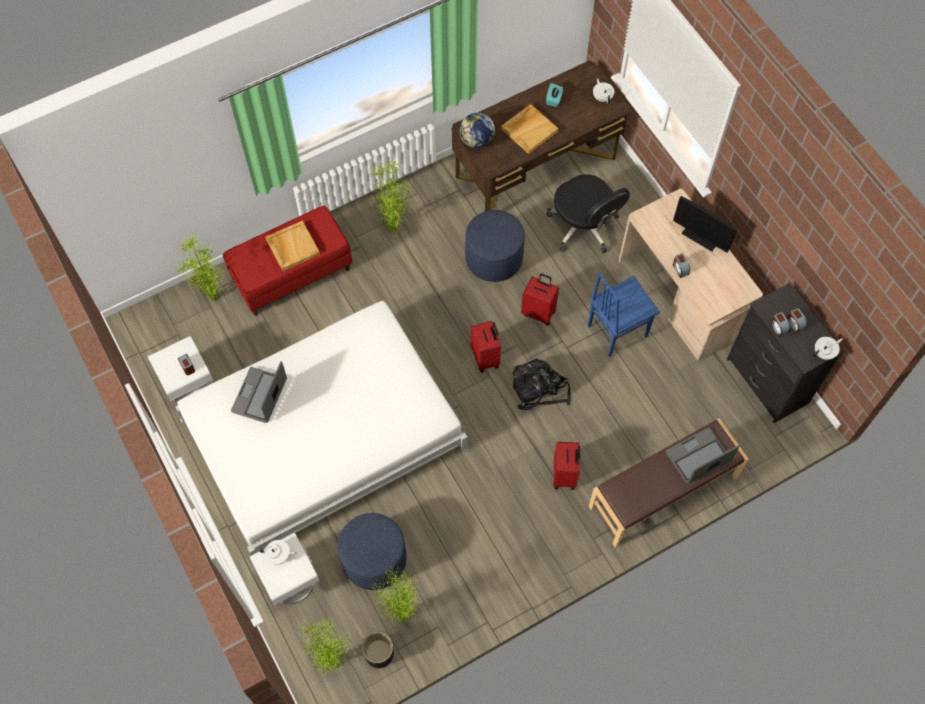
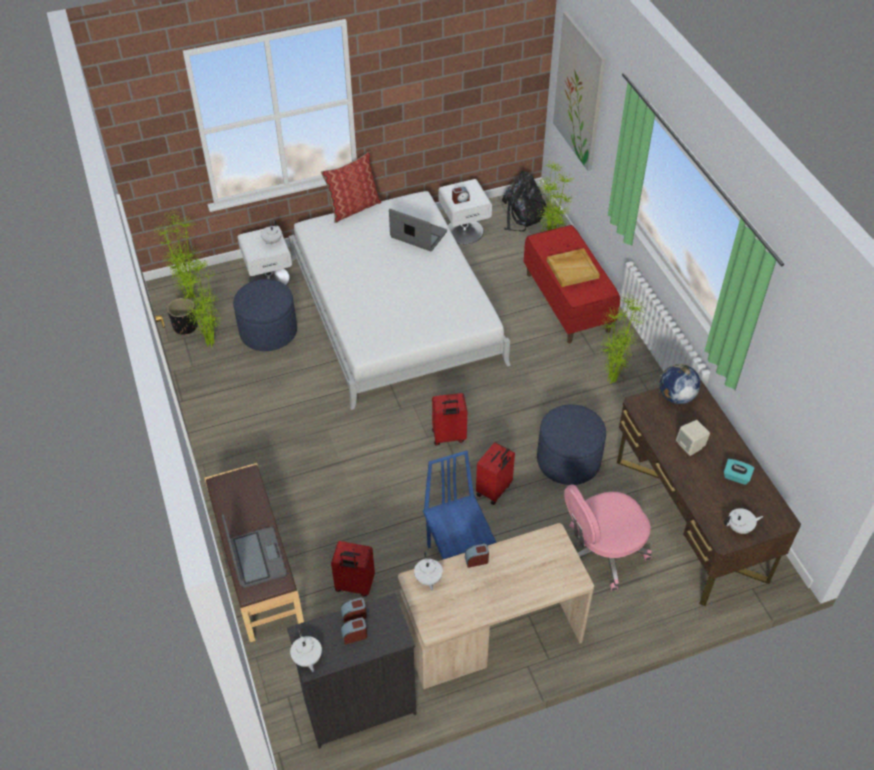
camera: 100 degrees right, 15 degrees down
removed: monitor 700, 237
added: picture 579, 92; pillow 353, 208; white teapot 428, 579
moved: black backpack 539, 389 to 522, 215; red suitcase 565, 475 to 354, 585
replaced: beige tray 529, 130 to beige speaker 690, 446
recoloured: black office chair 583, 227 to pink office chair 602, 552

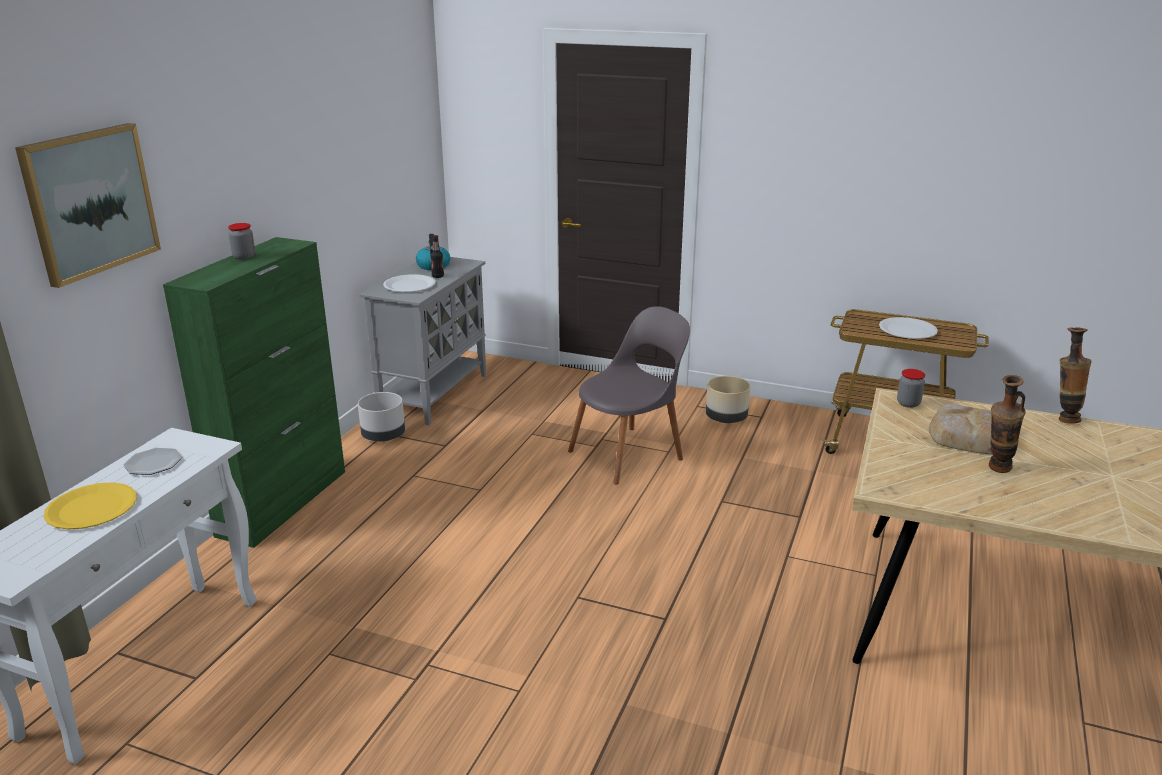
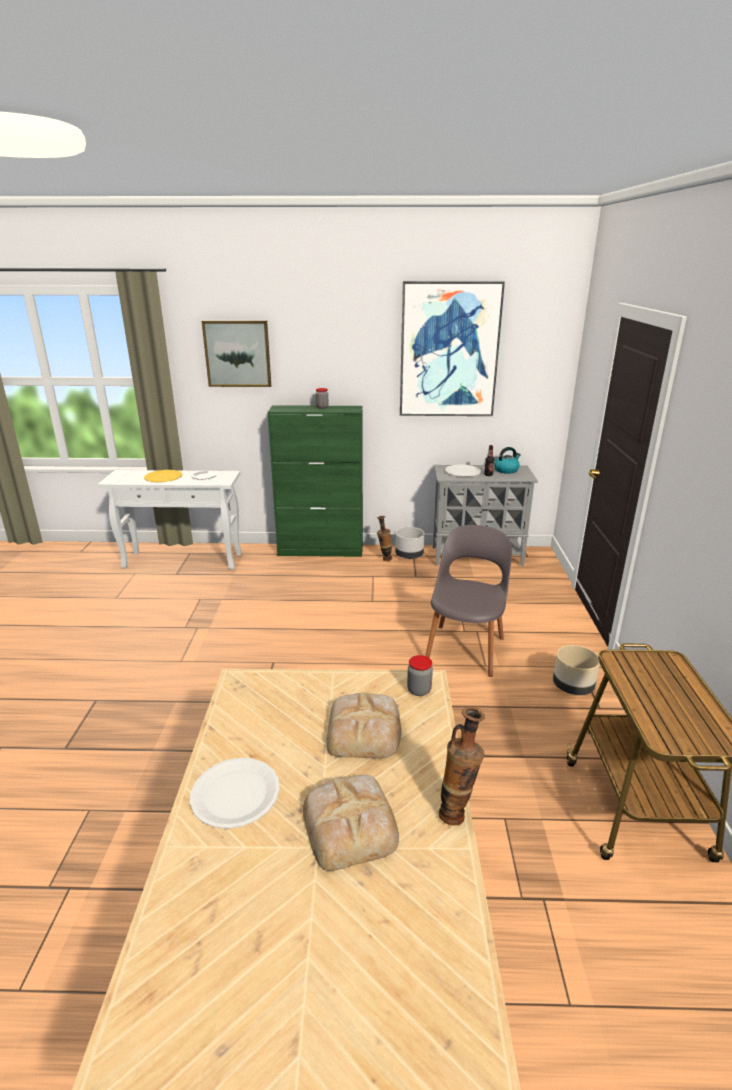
camera: 70 degrees right, 0 degrees up
added: picture 449, 350; bread 350, 824
moved: white plate 907, 330 to 235, 794; vase 996, 470 to 384, 559
turned: grey chair 629, 453 = 465, 647 105 degrees counterclockwise

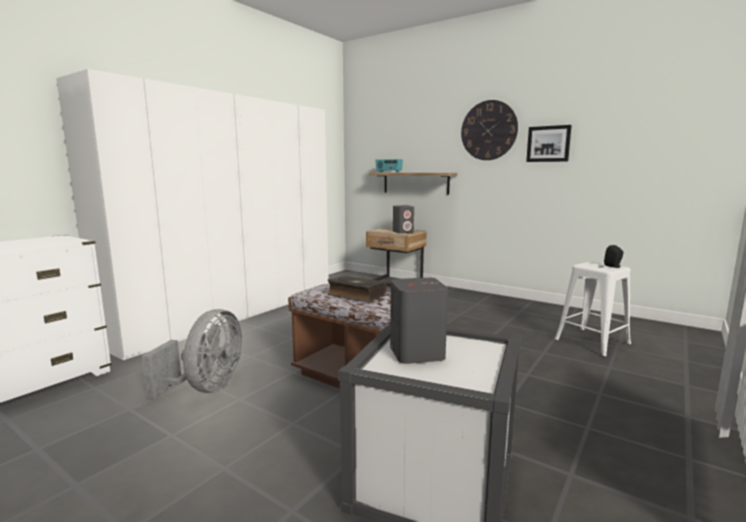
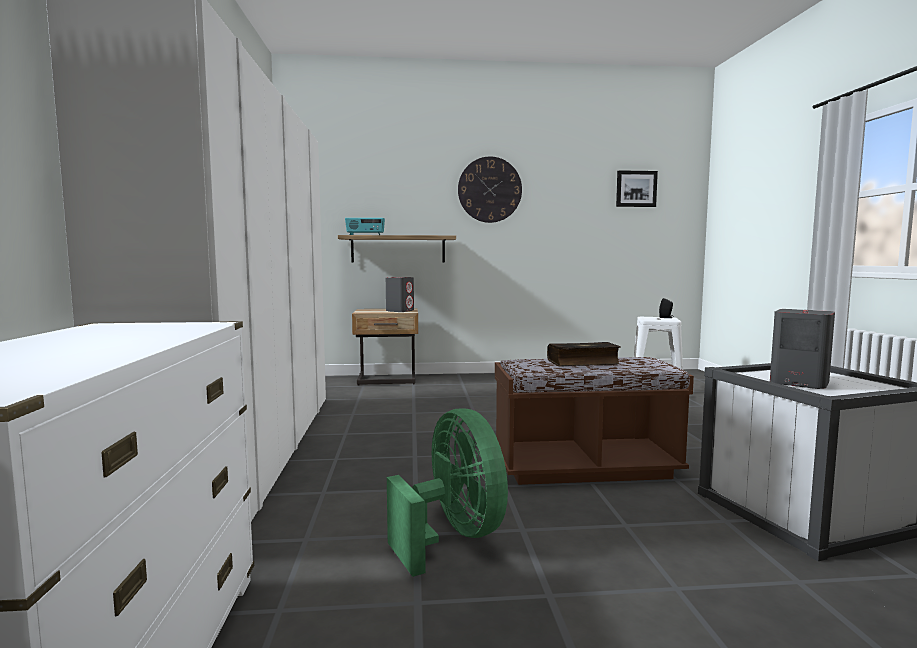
camera: 40 degrees left, 5 degrees down
moved: picture 548, 144 to 636, 189
recoloured: grey fan 206, 388 to green fan 453, 536

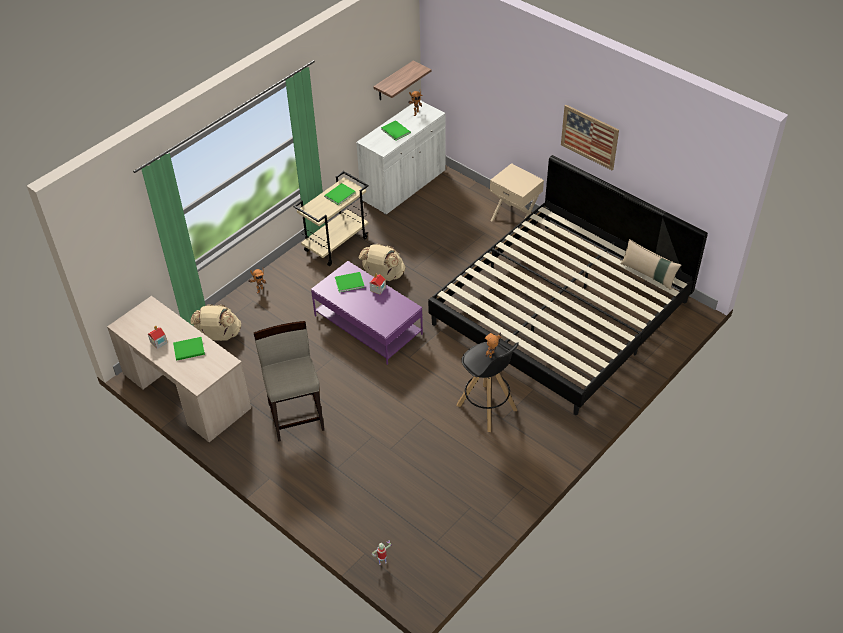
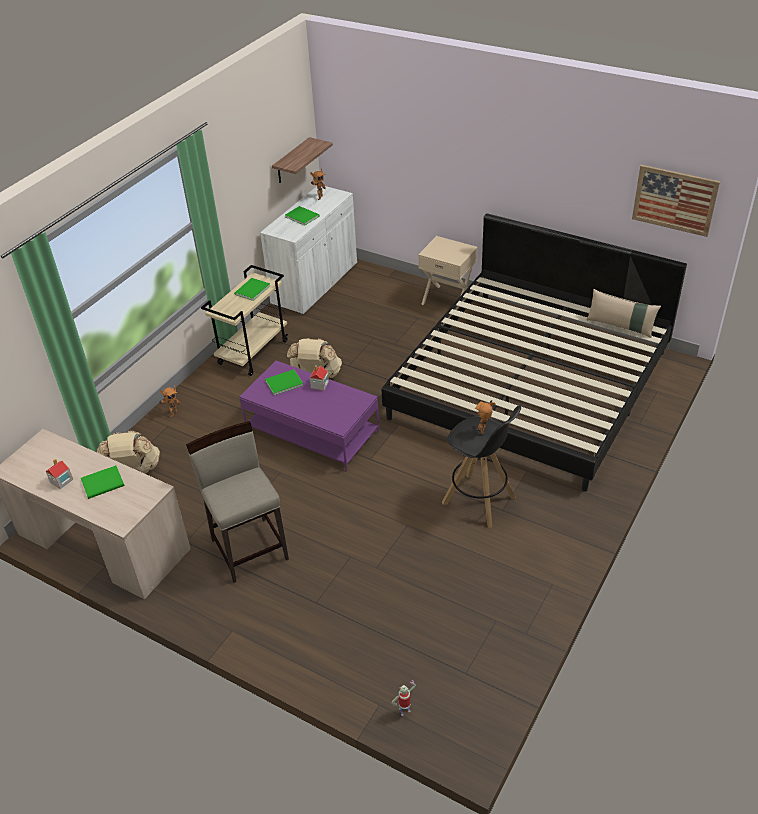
camera: 10 degrees left, 5 degrees down
moved: picture 589, 137 to 674, 200

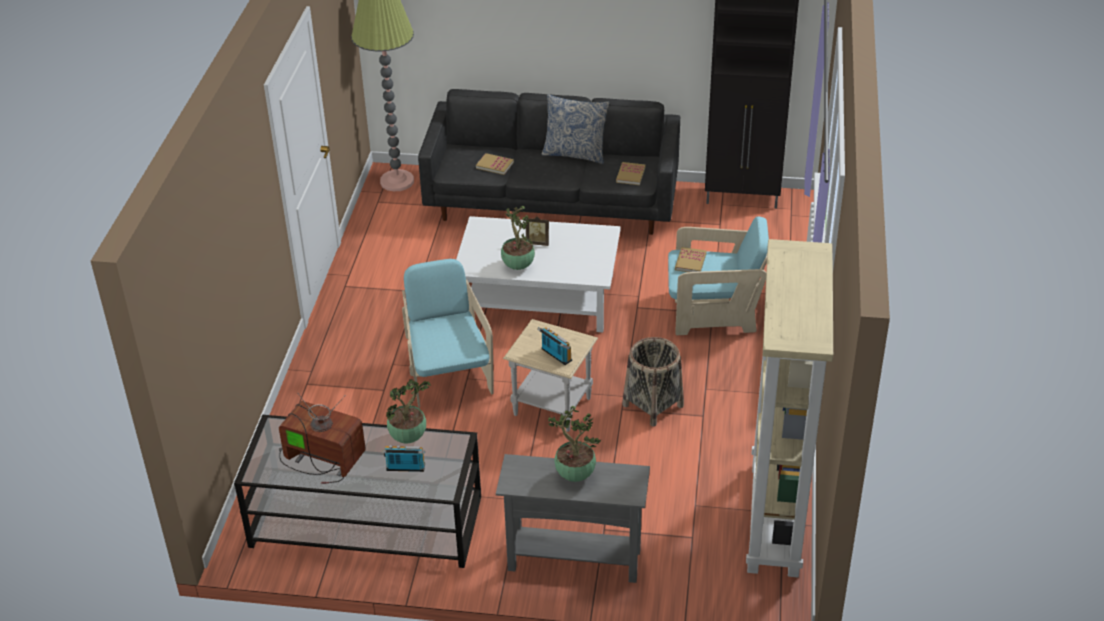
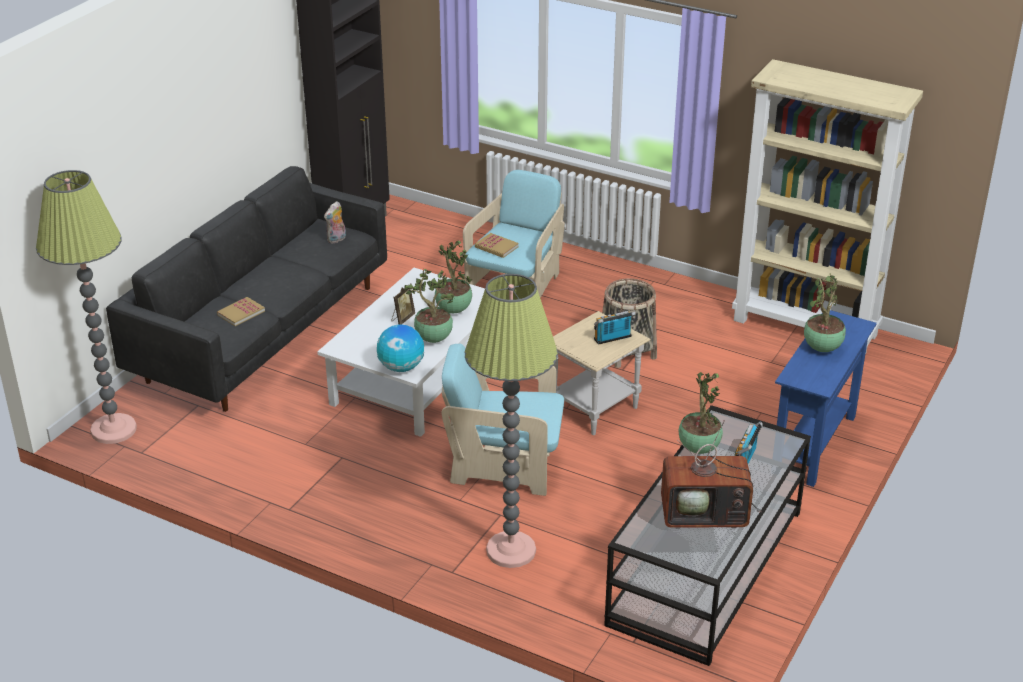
camera: 70 degrees left, 5 degrees down
removed: pillow 575, 154
added: potted plant 453, 309; floor lamp 511, 550; globe 401, 367
replaced: book 630, 175 to plush toy 337, 239
recoloured: grey console table 574, 560 to blue console table 814, 444
turned: television 321, 460 = 706, 514 135 degrees counterclockwise

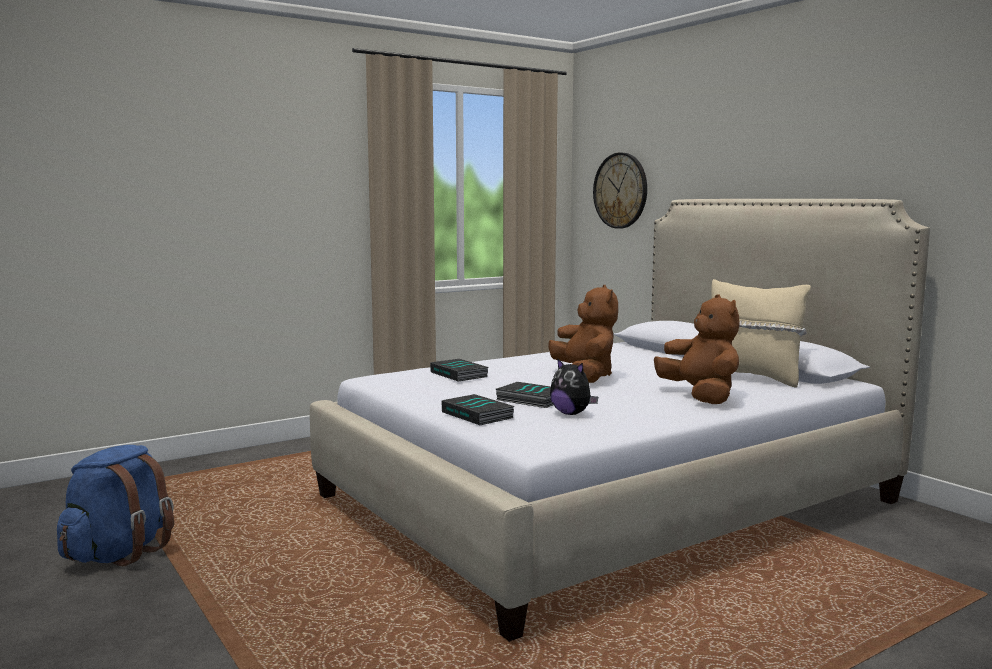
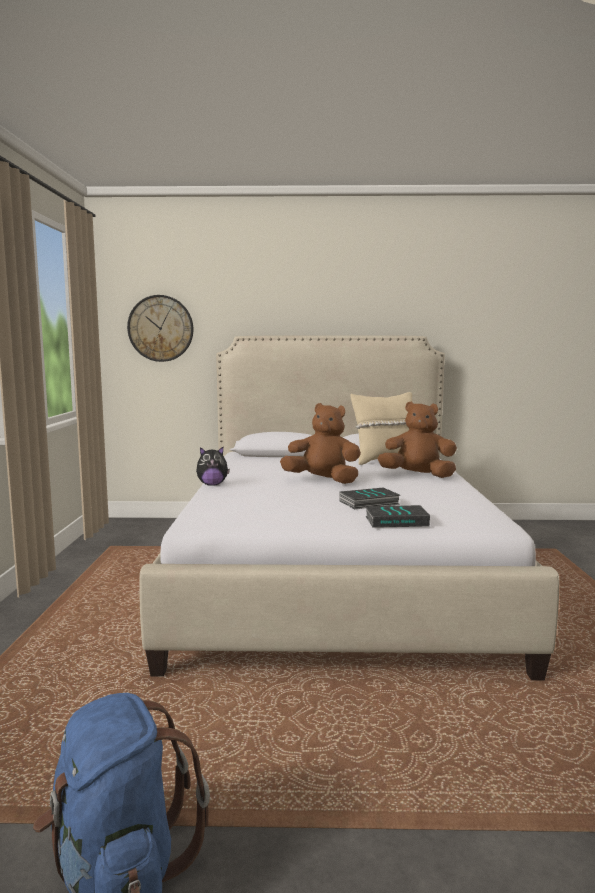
camera: 55 degrees left, 0 degrees up
removed: book 460, 374
moved: plush toy 571, 414 to 212, 485

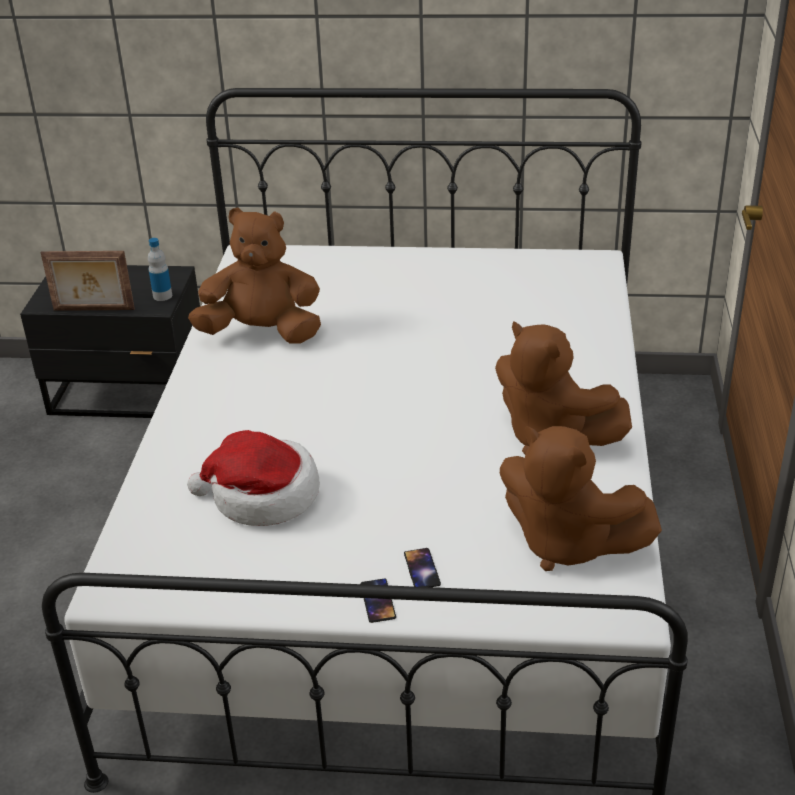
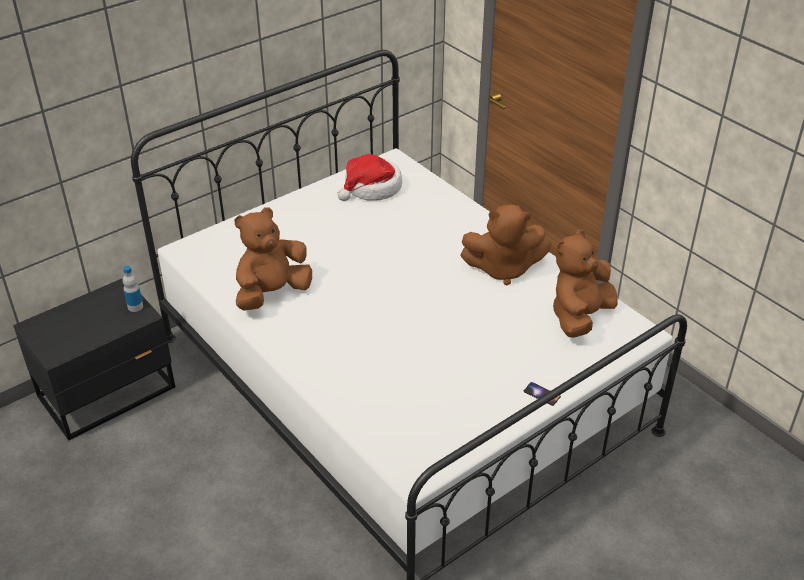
camera: 45 degrees left, 5 degrees up
removed: picture frame 93, 310; phone 421, 569
moved: hat 262, 496 to 371, 188
turned: brown plush toy 567, 543 = 579, 316 135 degrees clockwise

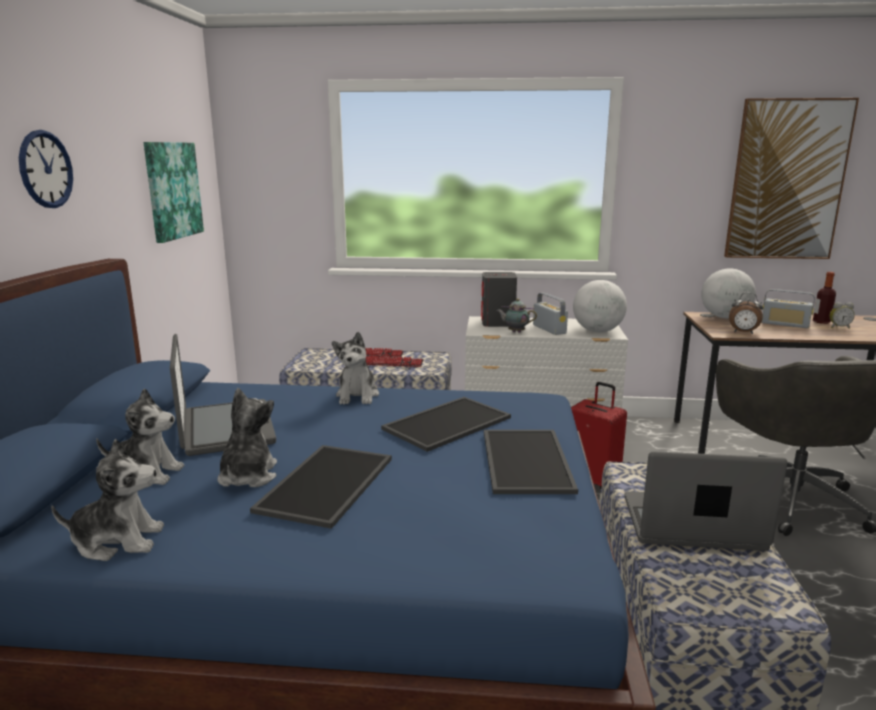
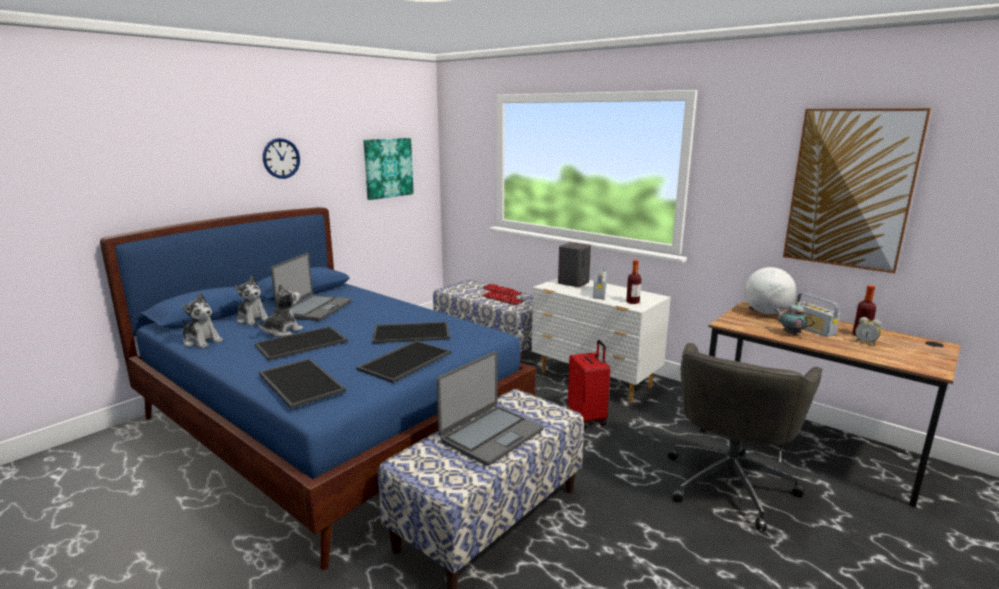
camera: 35 degrees right, 0 degrees up
removed: alarm clock 743, 332; plush toy 357, 396
added: tray 299, 383
moved: teapot 515, 332 to 790, 333
replaced: globe 597, 331 to bottle 632, 302
turned: laptop 692, 525 = 491, 435 90 degrees clockwise

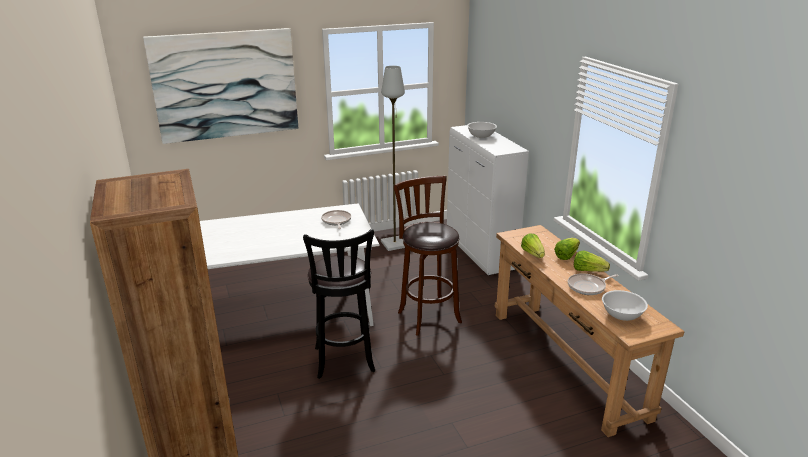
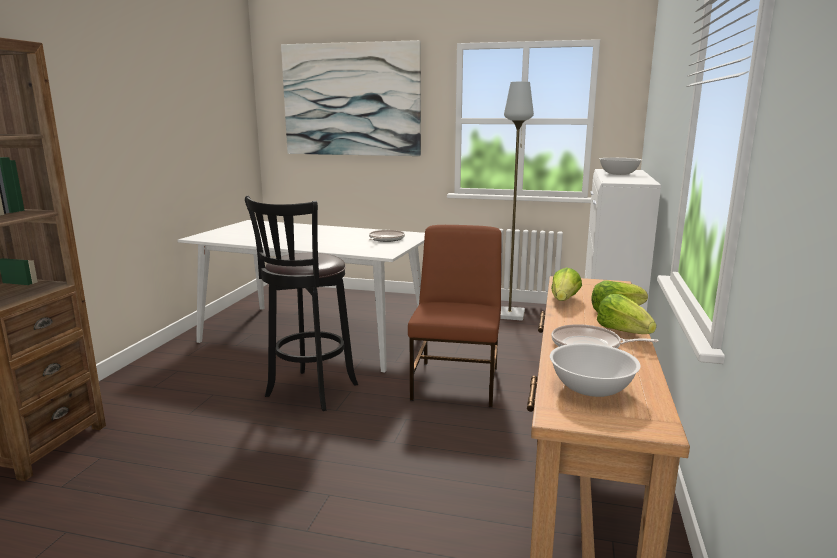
camera: 35 degrees right, 10 degrees down
replaced: brown stool 427, 315 to brown chair 457, 382

